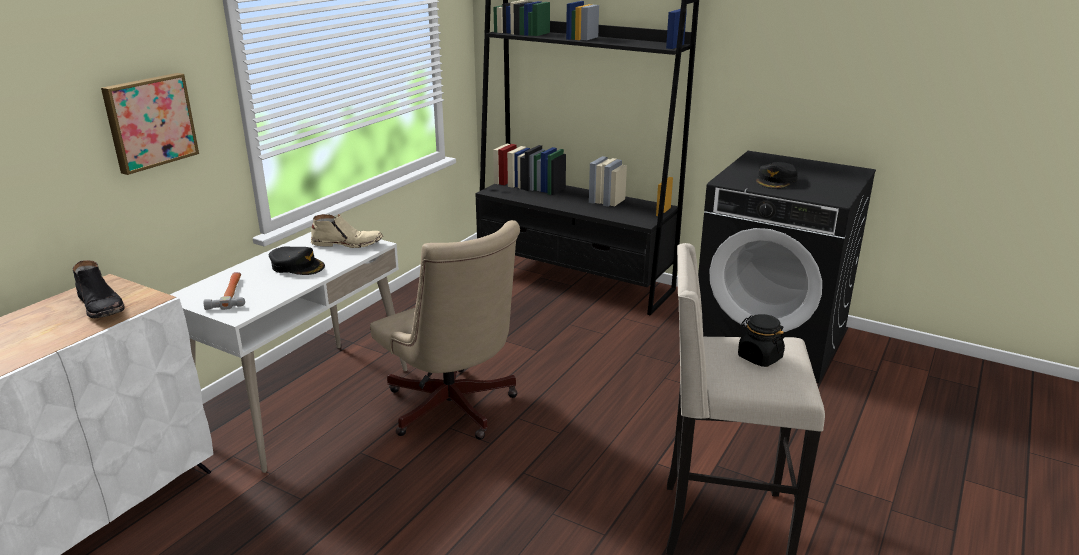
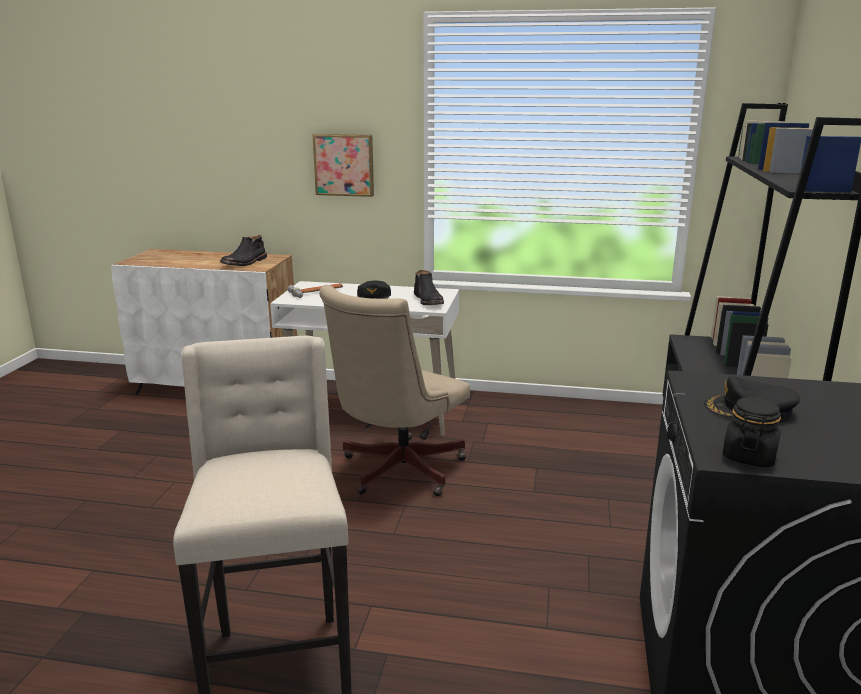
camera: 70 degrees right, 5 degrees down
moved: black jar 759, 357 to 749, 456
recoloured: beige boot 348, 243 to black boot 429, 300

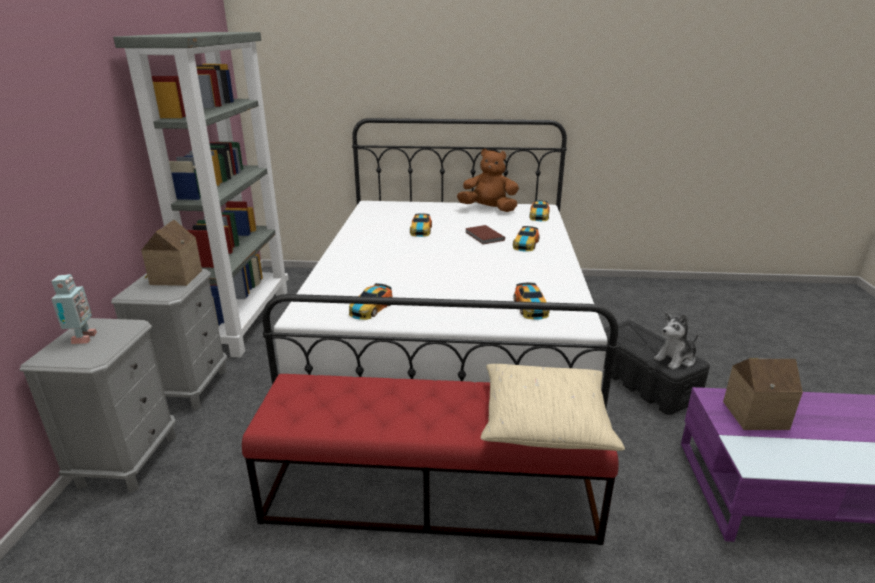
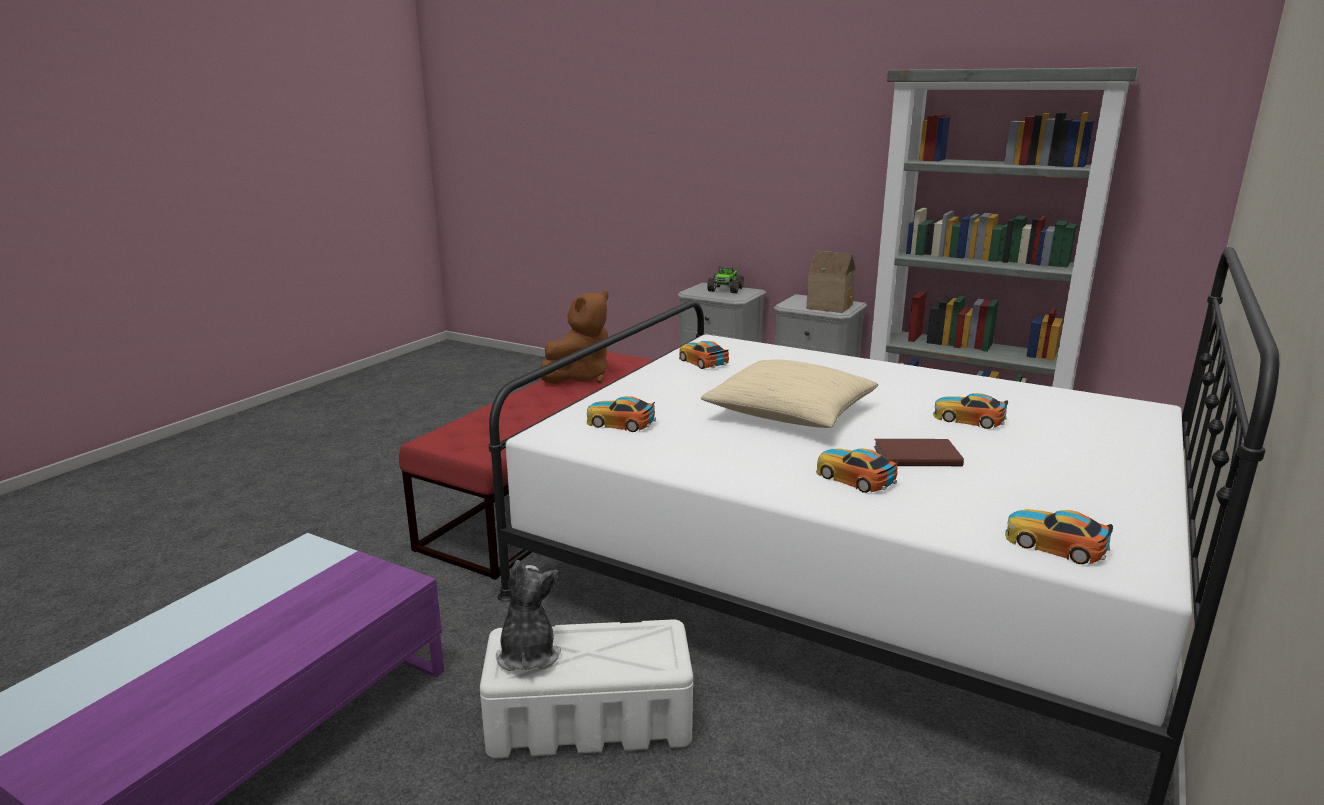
camera: 115 degrees right, 5 degrees down
removed: toy house 753, 413
moved: brown plush toy 489, 209 to 580, 377; beige pillow 545, 420 to 790, 413
replaced: toy robot 81, 339 to toy truck 725, 289
recoloured: black storage box 644, 382 to white storage box 588, 719

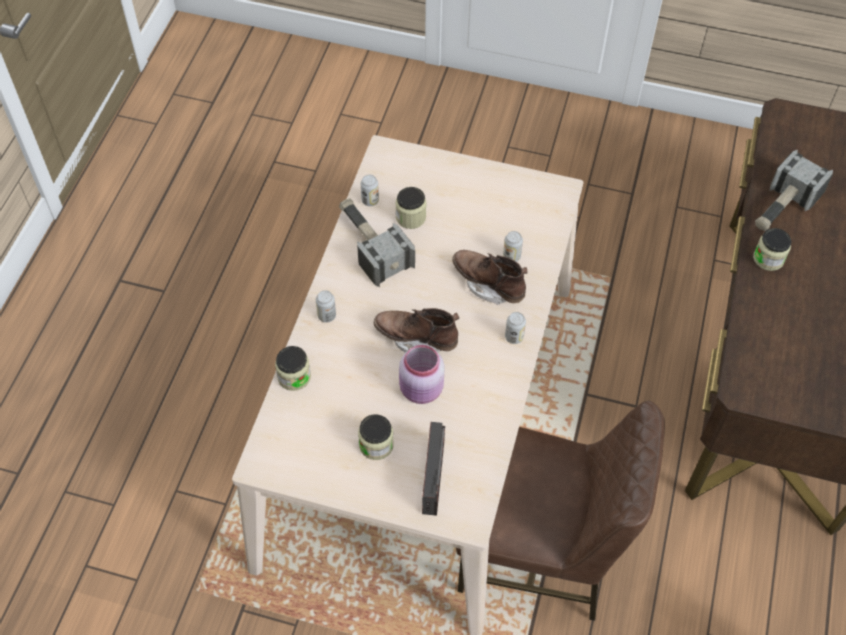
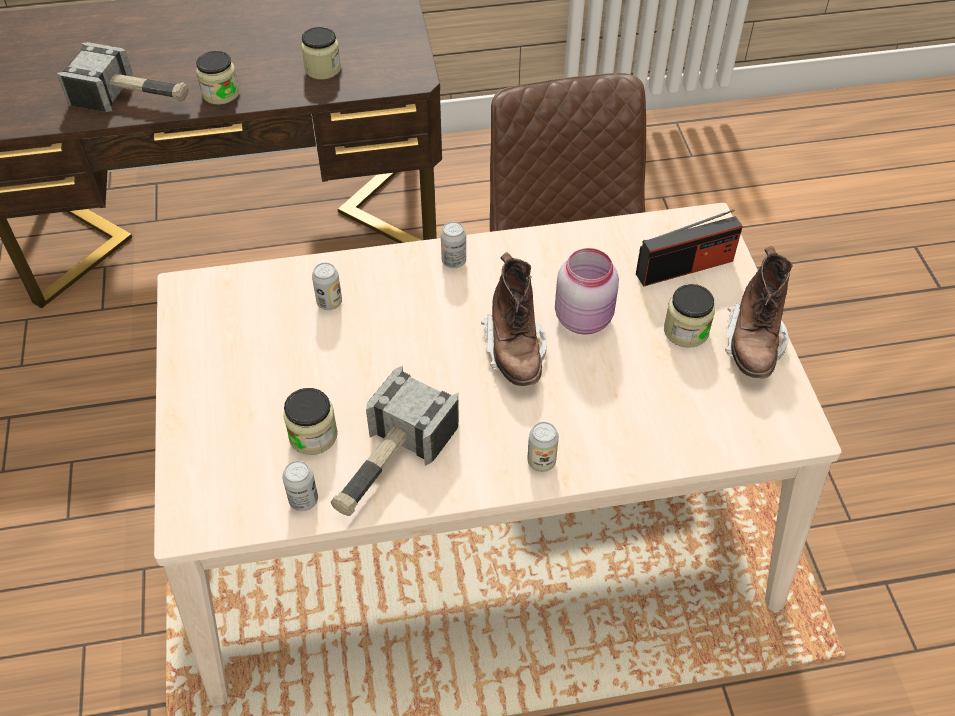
camera: 115 degrees left, 5 degrees down
moved: brown boot 488, 284 to 753, 343; jar 294, 377 to 323, 69

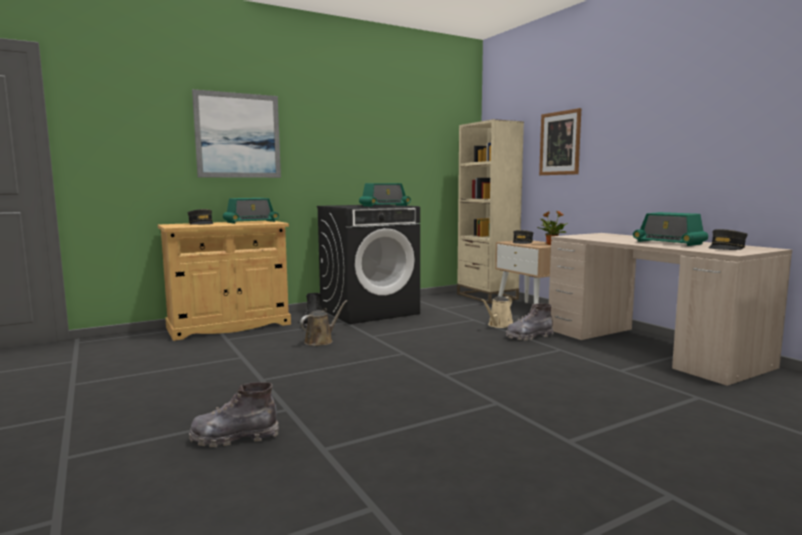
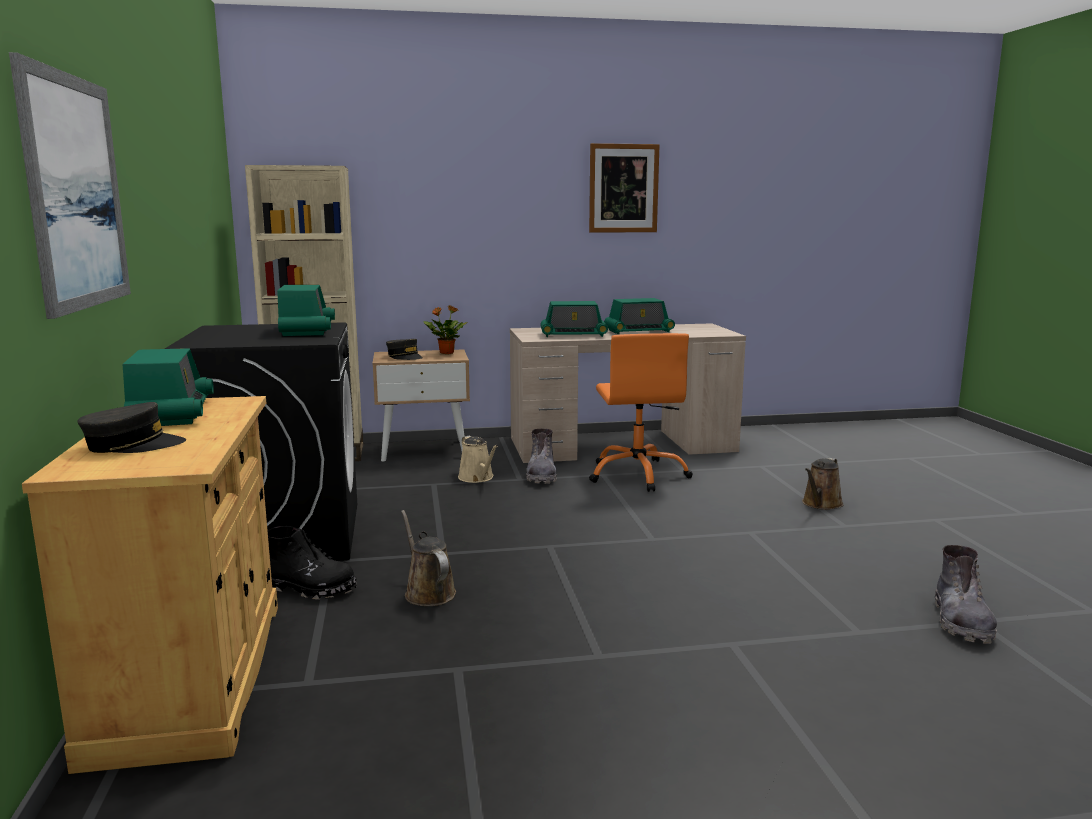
camera: 70 degrees left, 5 degrees up
removed: grey cap 726, 248
added: radio 573, 335; orange office chair 638, 474; brown watering can 821, 504
moved: picture 560, 143 to 623, 188; grey boot 234, 437 to 961, 622

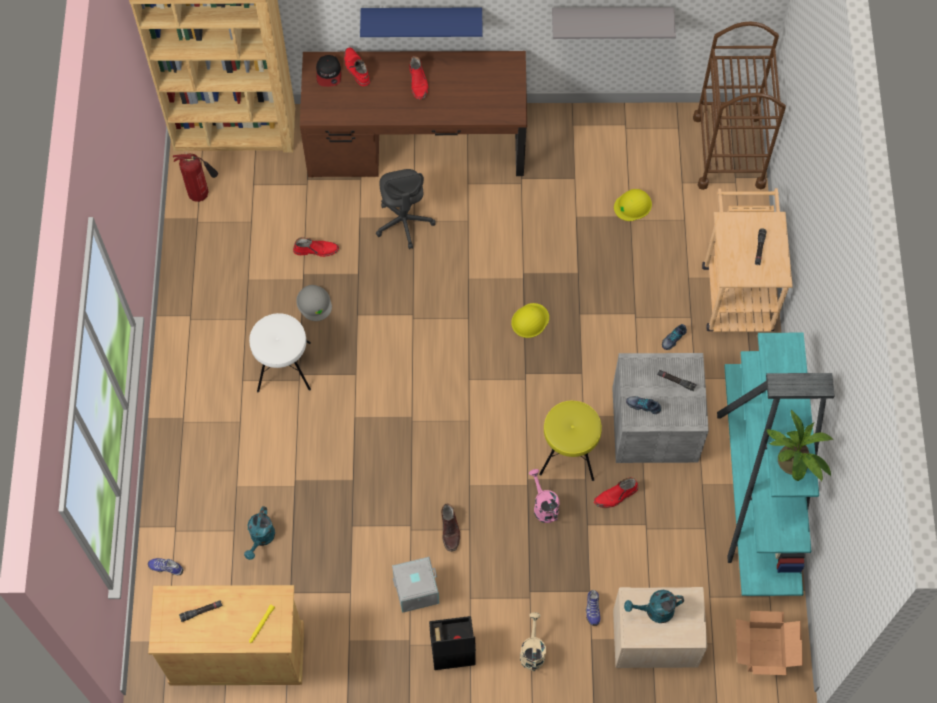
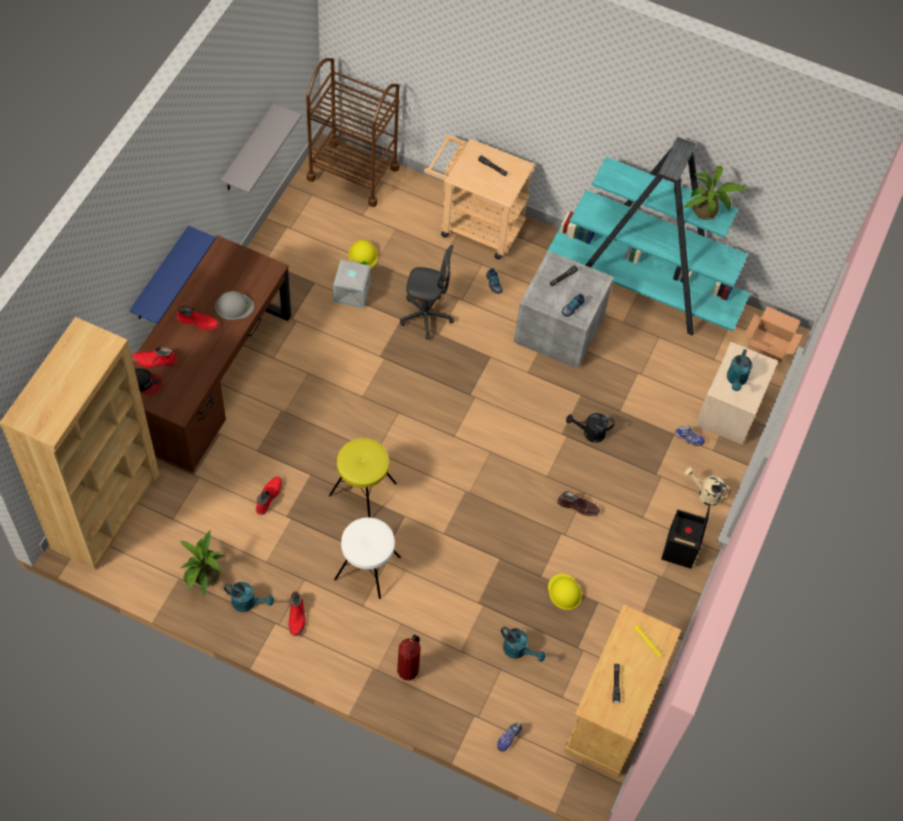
camera: 70 degrees left, 5 degrees down
added: potted plant 204, 578; turquoise watering can 248, 602
moved: fire extinguisher 201, 194 to 408, 669; grey office chair 404, 222 to 426, 316; grey hard hat 314, 303 to 234, 306; yellow hard hat 530, 320 to 564, 592; yellow stool 568, 453 to 362, 490; red boot 616, 496 to 297, 616; grey storage box 416, 591 to 352, 293
recoloured: pink watering can 543, 506 to black watering can 590, 433

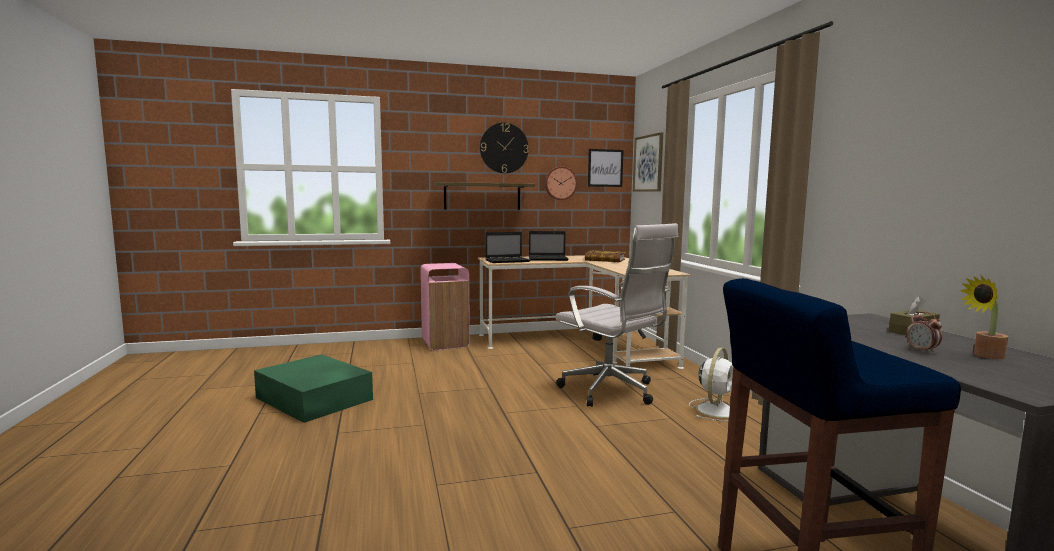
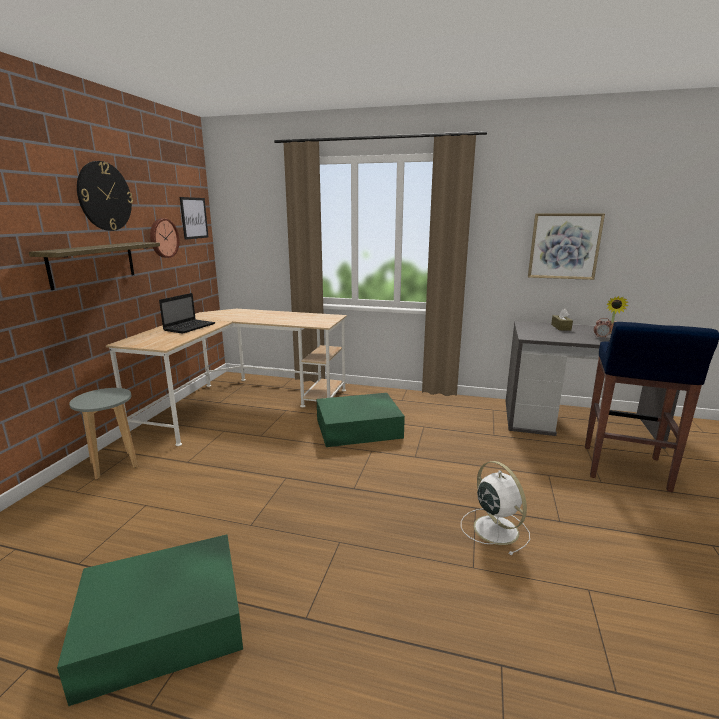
camera: 60 degrees left, 10 degrees up
removed: laptop 508, 261; book 605, 260
moved: picture 648, 163 to 564, 246; white fan 716, 410 to 494, 528
replaced: white office chair 612, 392 to green storage box 360, 428; pink trash can 445, 343 to grey stool 114, 465

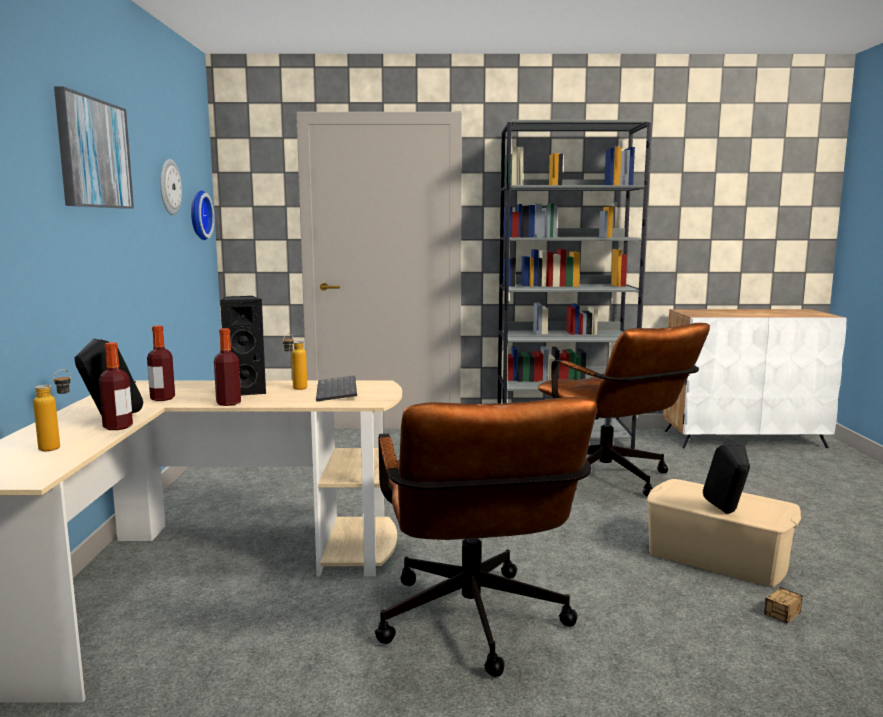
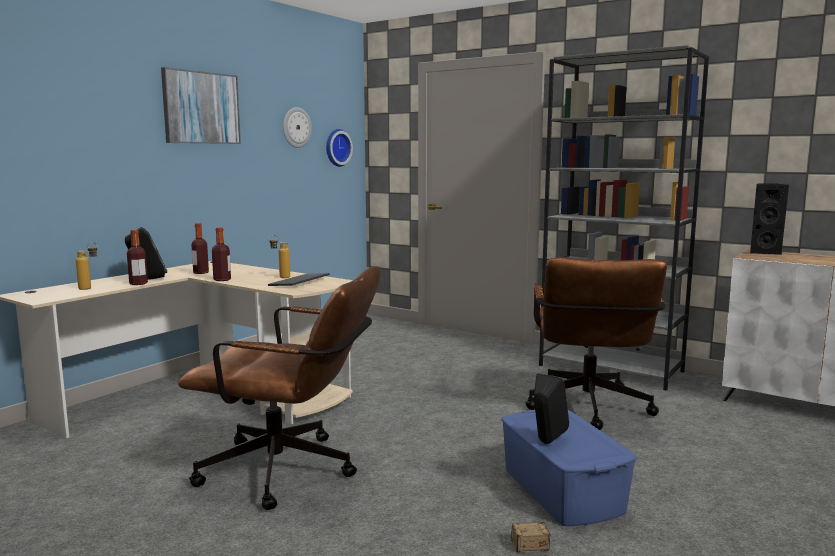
camera: 35 degrees right, 0 degrees up
moved: black speaker 245, 391 to 764, 252
recoloured: beige storage box 718, 557 to blue storage box 561, 490
turned: brown office chair 474, 628 = 291, 472 105 degrees counterclockwise

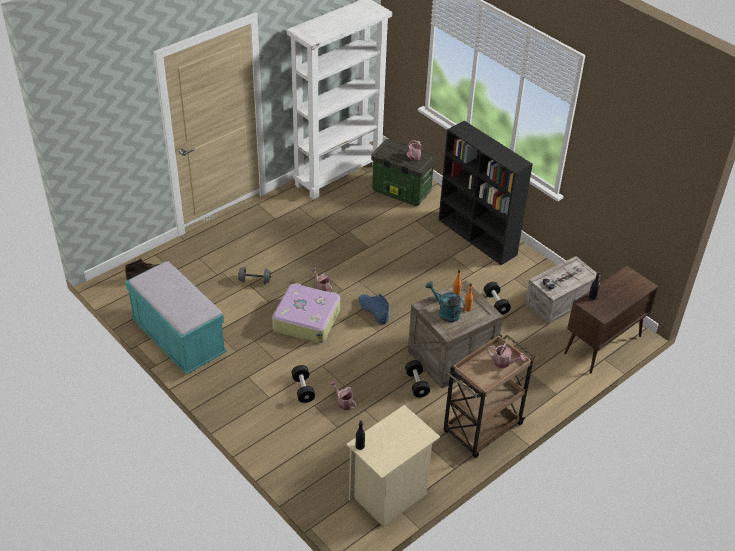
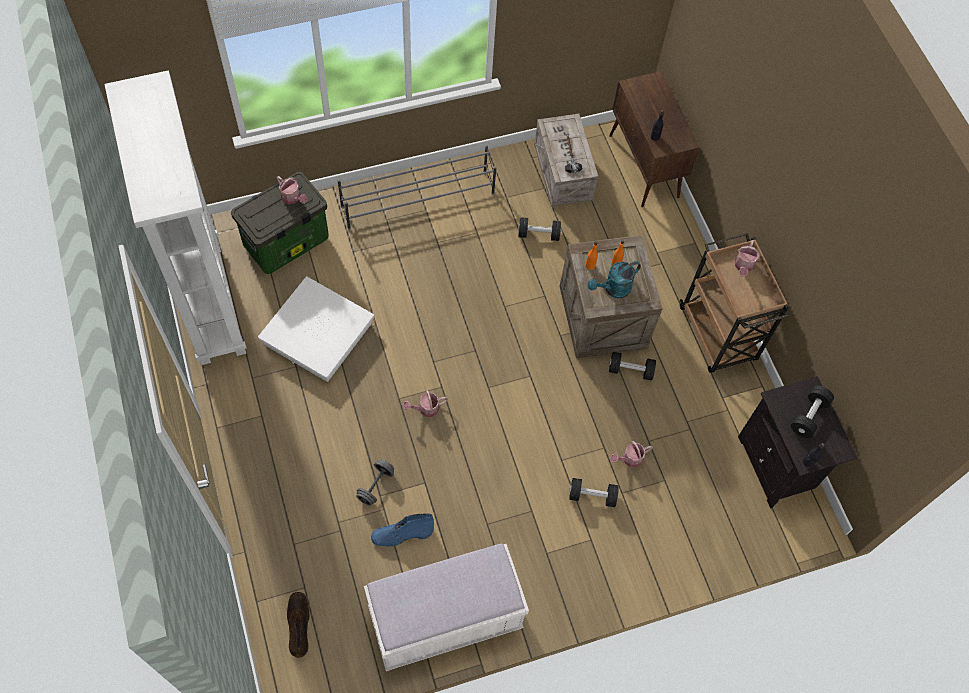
camera: 70 degrees left, 20 degrees up
removed: suitcase 306, 319
added: white storage box 317, 334; black dumbbell 808, 416
moved: blue boot 373, 311 to 401, 534
replaced: black bookcase 478, 237 to grey shoe rack 419, 200
recoloured: turquoise bench 179, 339 to white bench 445, 619; beige nightstand 389, 496 to black nightstand 778, 465
turned: watering can 504, 363 = 743, 266 150 degrees clockwise

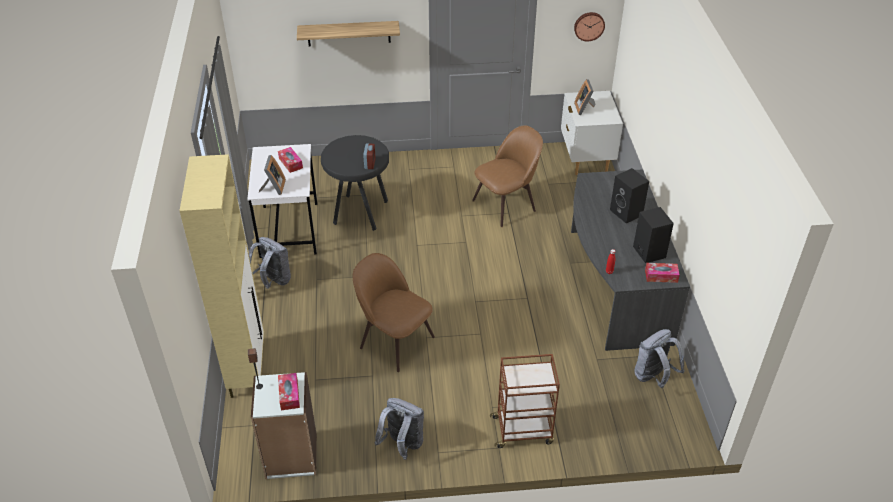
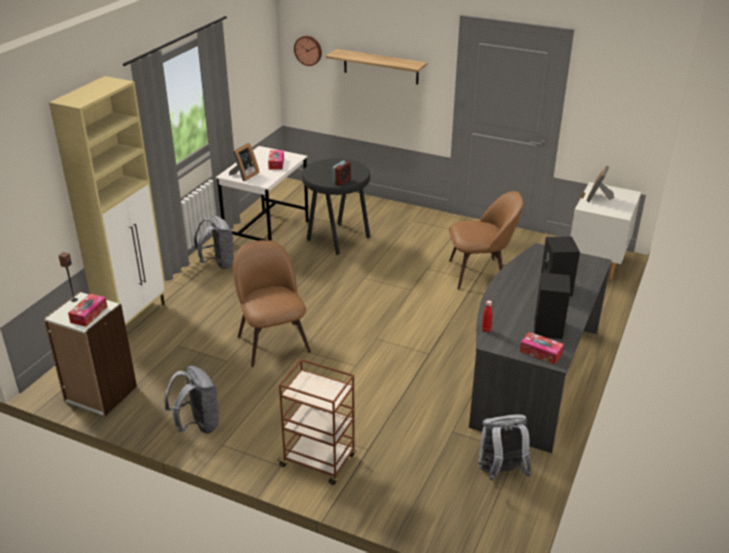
camera: 30 degrees right, 10 degrees down
moved: wall clock 589, 26 to 308, 50

